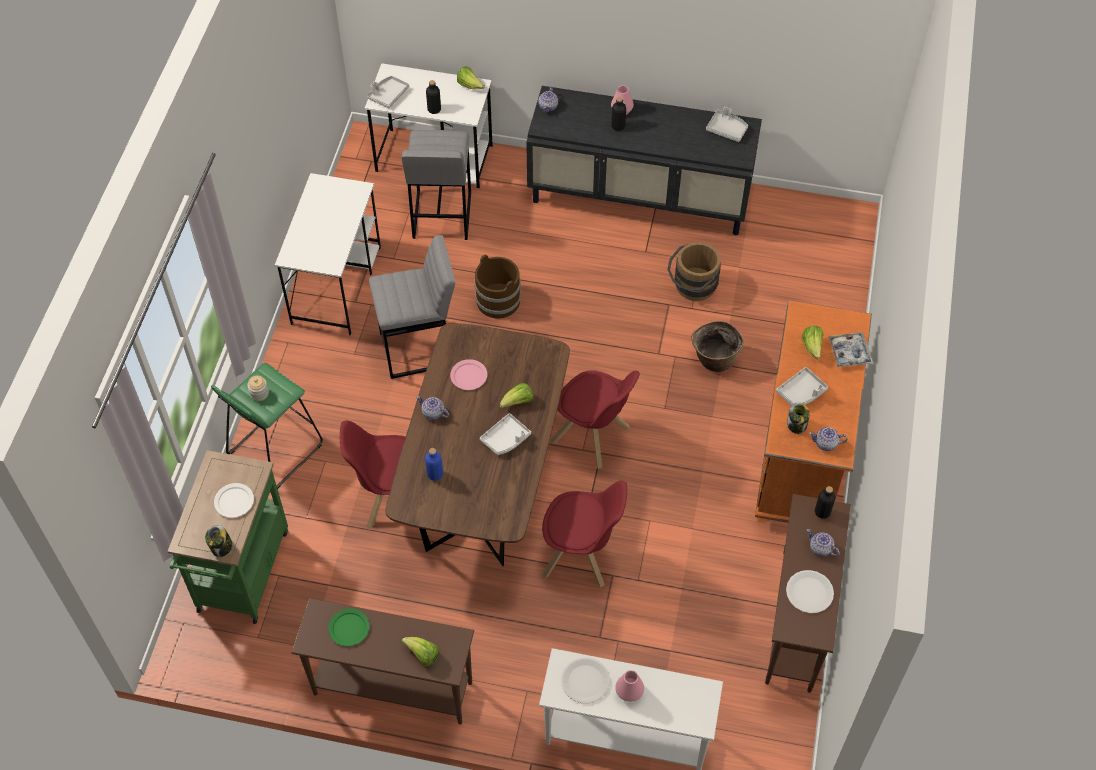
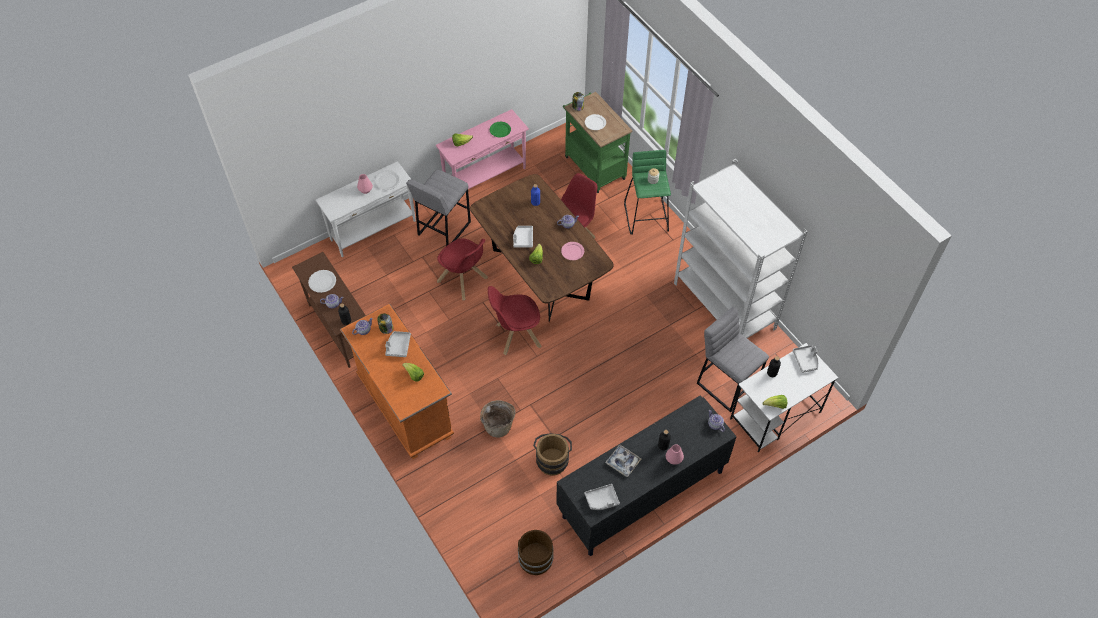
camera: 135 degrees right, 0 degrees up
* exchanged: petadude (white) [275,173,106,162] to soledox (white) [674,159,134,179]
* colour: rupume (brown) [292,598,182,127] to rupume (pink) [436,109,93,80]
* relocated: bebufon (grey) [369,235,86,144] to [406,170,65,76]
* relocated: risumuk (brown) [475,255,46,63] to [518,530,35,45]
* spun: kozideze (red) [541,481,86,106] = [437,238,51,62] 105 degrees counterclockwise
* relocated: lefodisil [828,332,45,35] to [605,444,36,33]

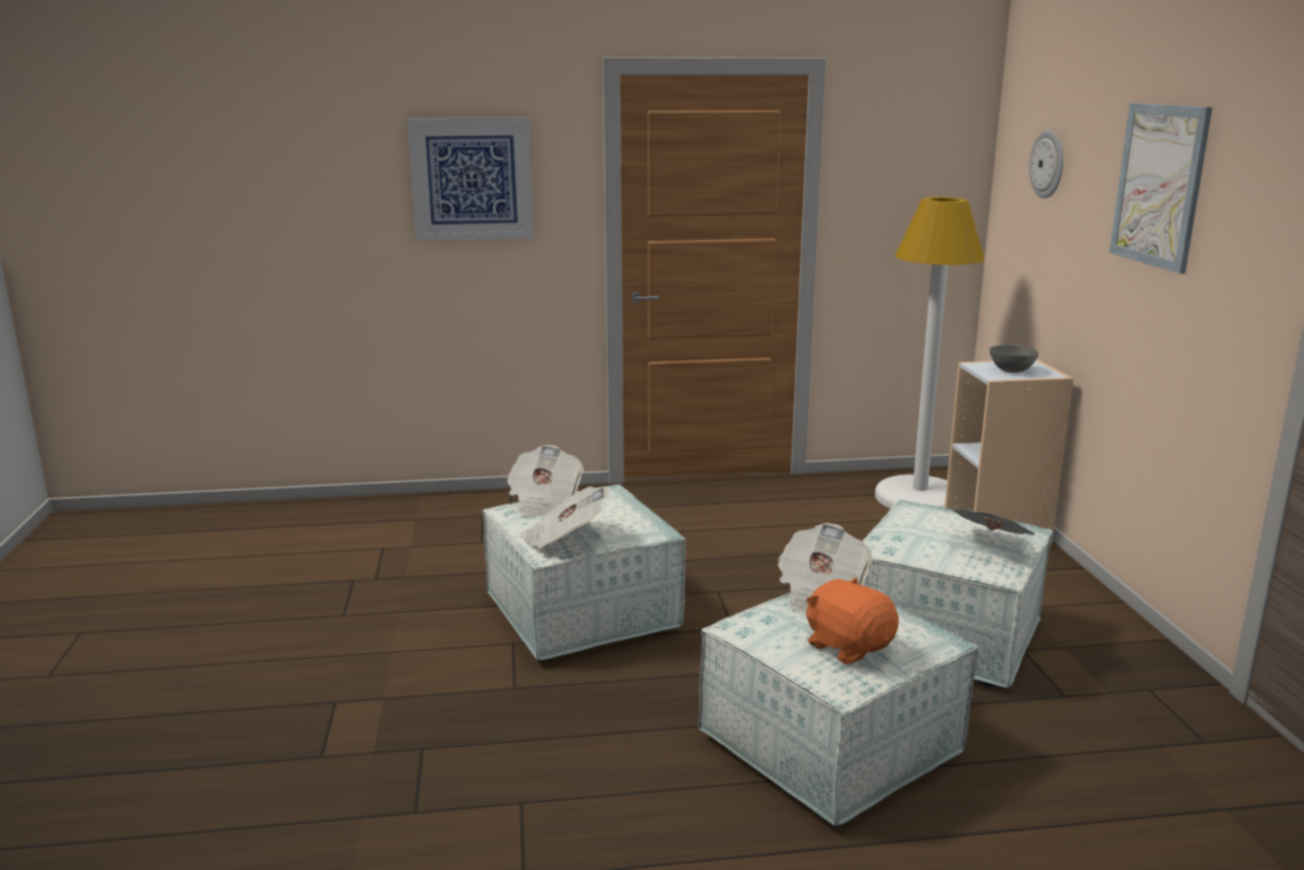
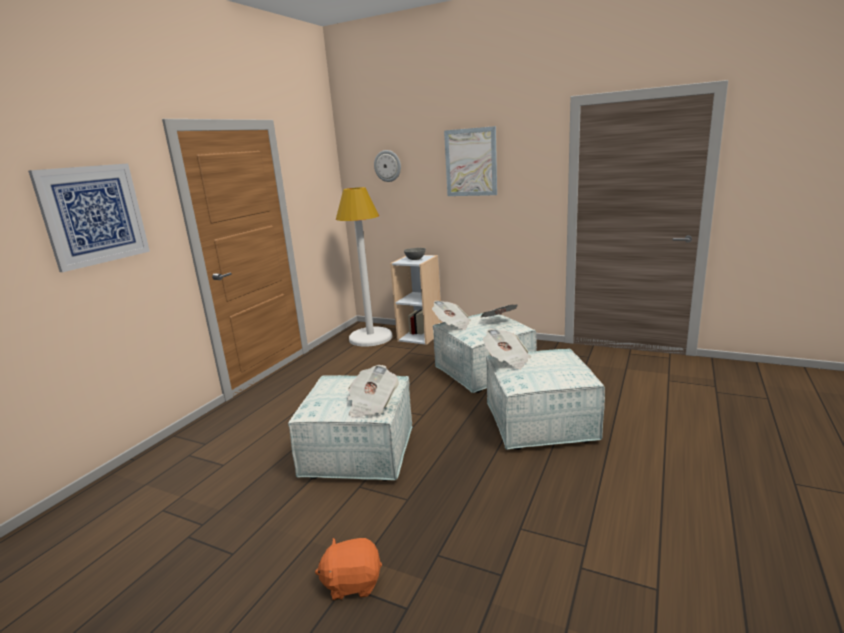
camera: 55 degrees left, 0 degrees up
* relocated: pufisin [507,445,77,71] to [432,301,39,29]
* relocated: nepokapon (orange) [806,577,93,87] to [315,538,67,62]

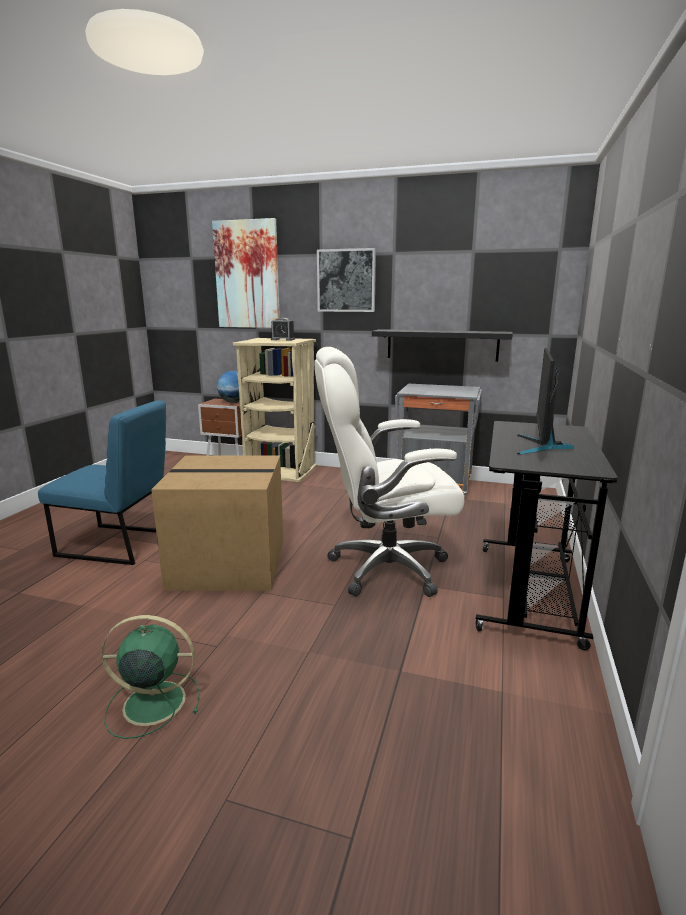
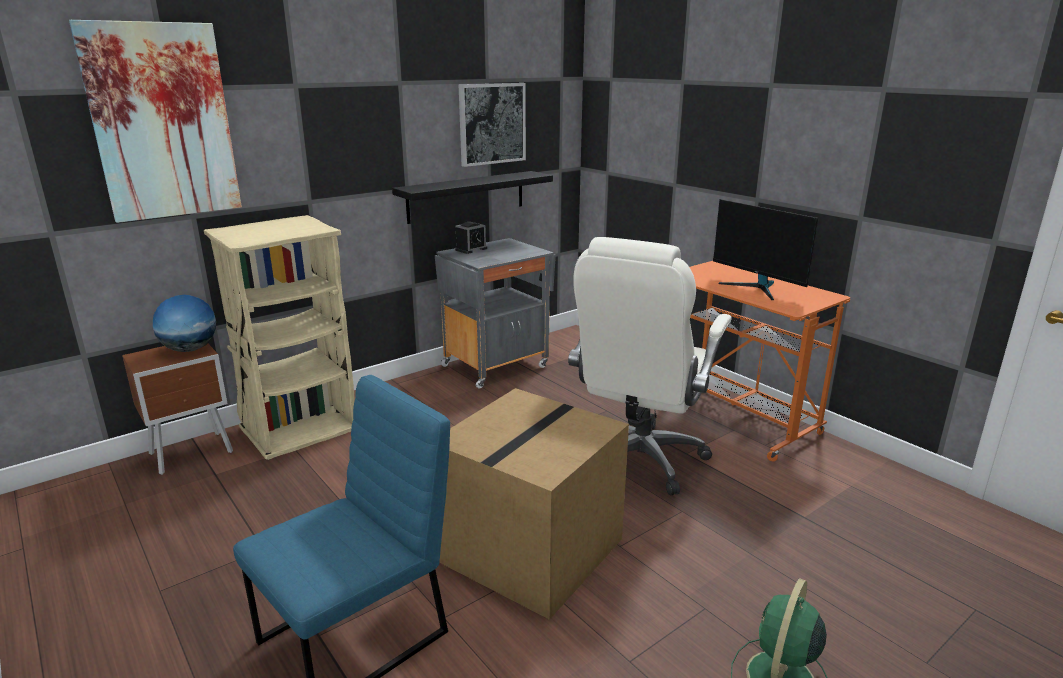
camera: 55 degrees left, 5 degrees up
* relocated: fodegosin [271,318,24,23] to [455,222,32,32]
* relocated: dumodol [317,248,59,64] to [459,83,67,84]
* colour: petadude (black) [476,421,142,229] to petadude (orange) [690,261,160,200]

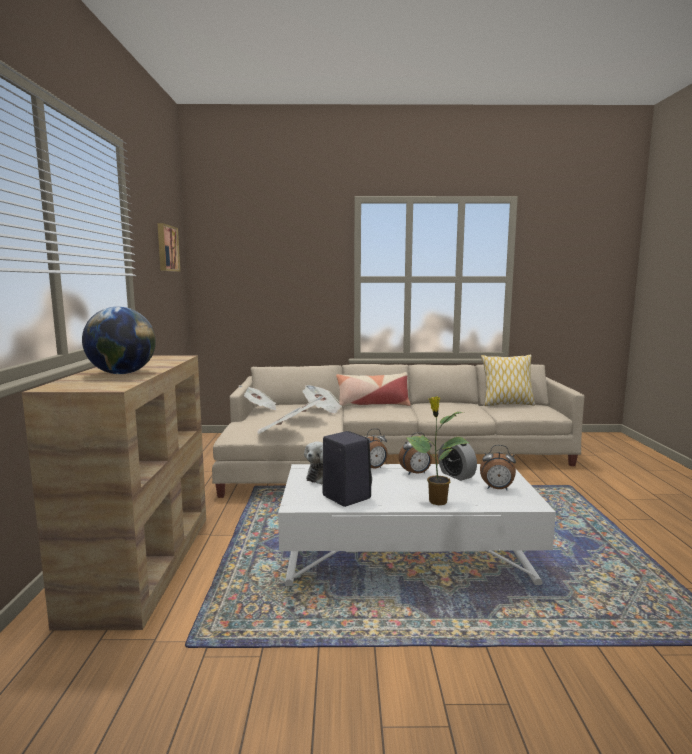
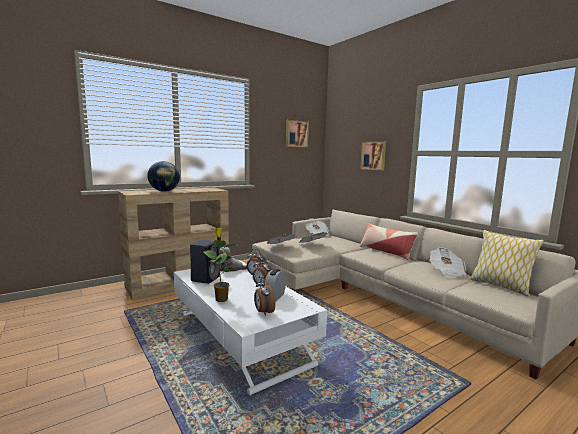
camera: 55 degrees right, 0 degrees up
* relocated: pufisin [303,385,39,29] to [430,247,37,31]
* appeared: dumodol [360,141,26,29]

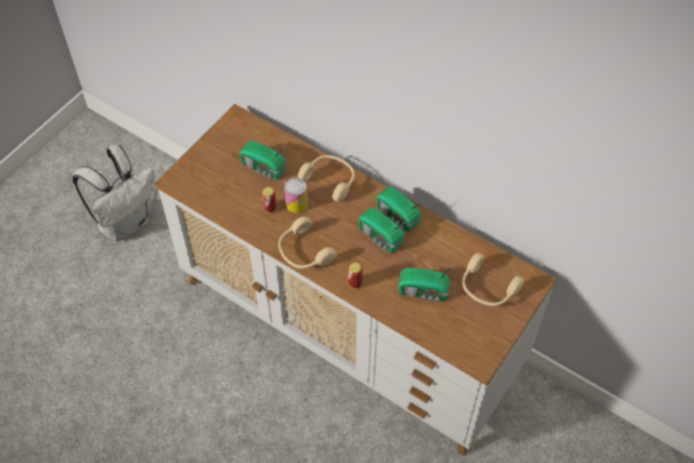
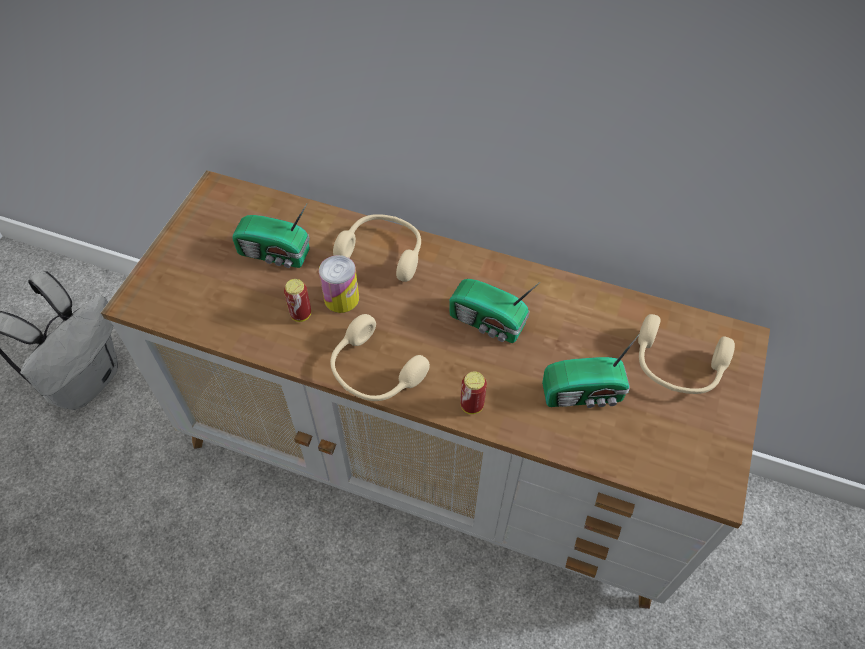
camera: 15 degrees left, 0 degrees up
* missing: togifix [377,187,48,45]

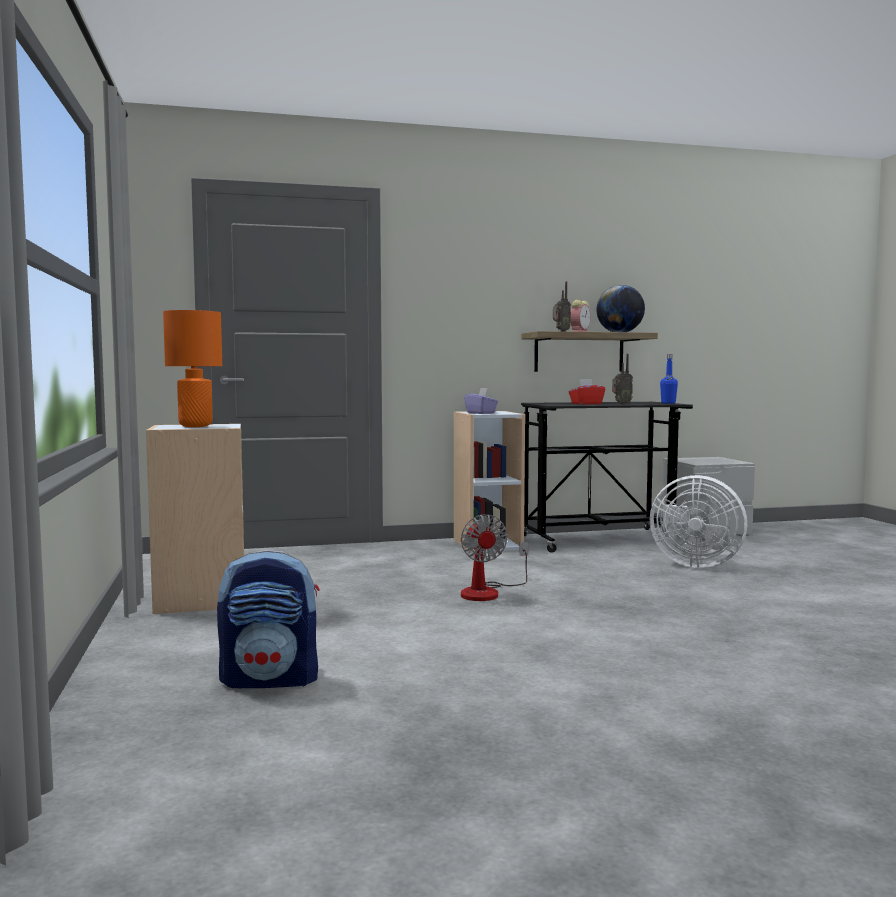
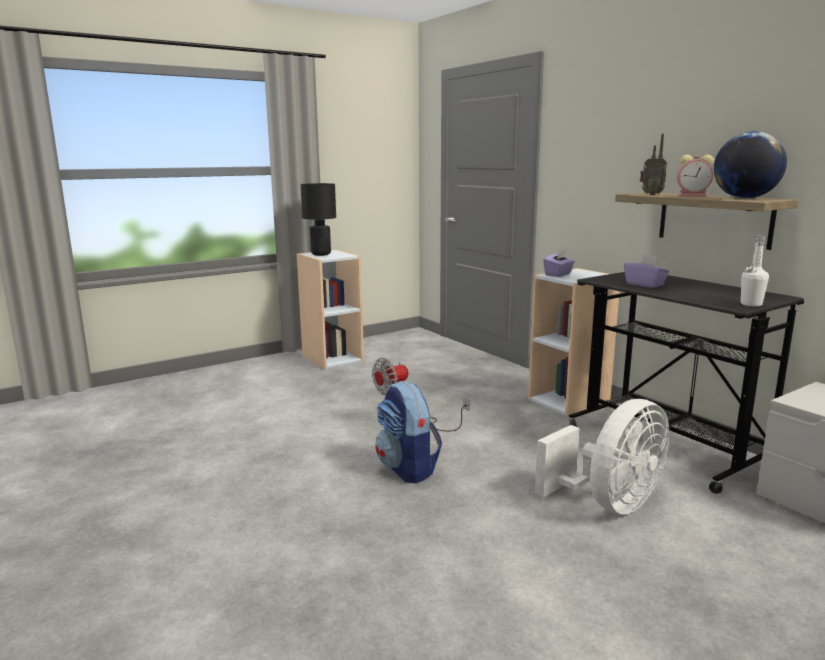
camera: 70 degrees right, 10 degrees up
* colour: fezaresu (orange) [163,310,59,117] to fezaresu (black) [301,183,35,73]
* relocated: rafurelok [217,550,103,138] to [375,381,67,103]
* colour: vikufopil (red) [569,379,36,26] to vikufopil (purple) [624,254,45,34]
* missing: togifix [612,354,21,50]
* spun: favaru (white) [650,475,97,93] = [535,399,134,115] 135 degrees counterclockwise
* colour: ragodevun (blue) [660,354,18,50] to ragodevun (white) [741,235,28,71]

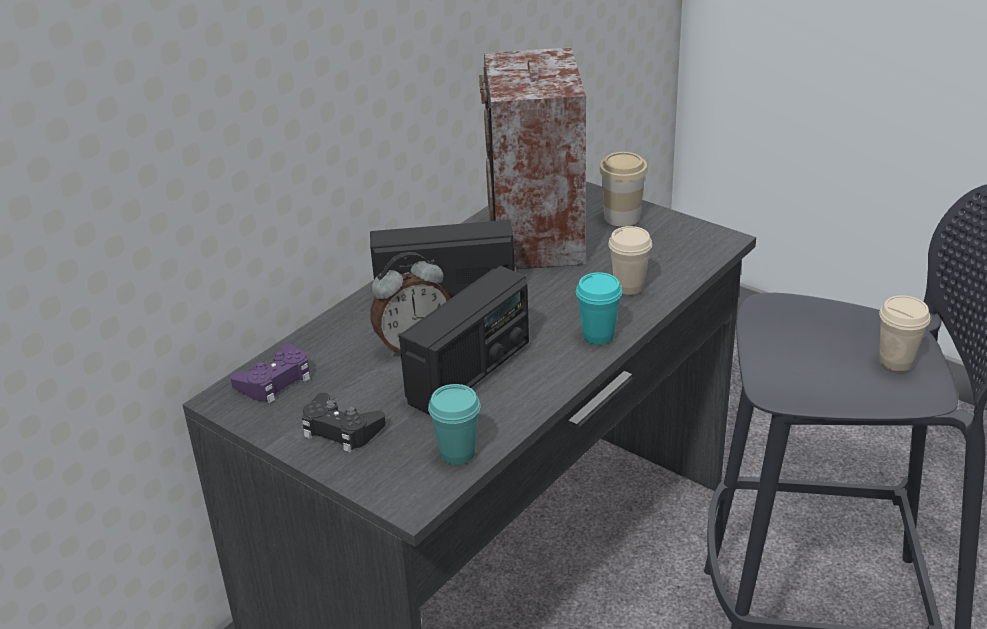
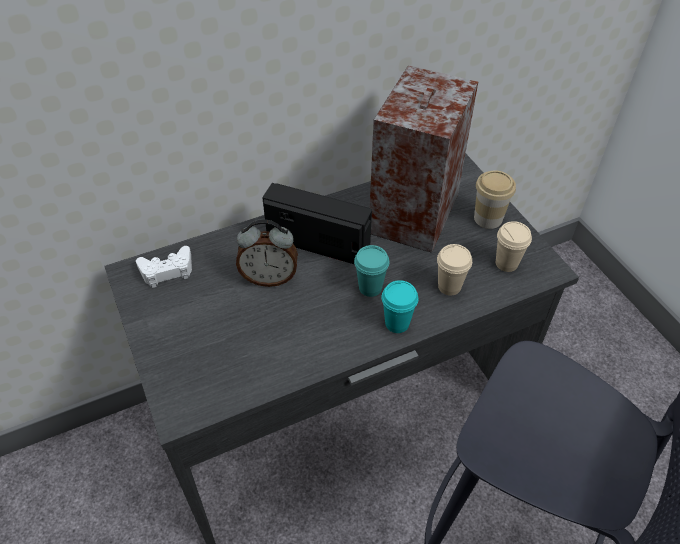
camera: 25 degrees right, 15 degrees up
* colour: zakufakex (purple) [230,343,81,60] to zakufakex (white) [136,246,56,42]
* missing: zakufakex (black) [302,393,84,59]
* missing: togifix [399,266,130,149]
* relocated: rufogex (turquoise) [428,384,52,81] to [354,245,36,52]
* relocated: rufogex (beige) [879,295,51,77] to [496,221,36,51]

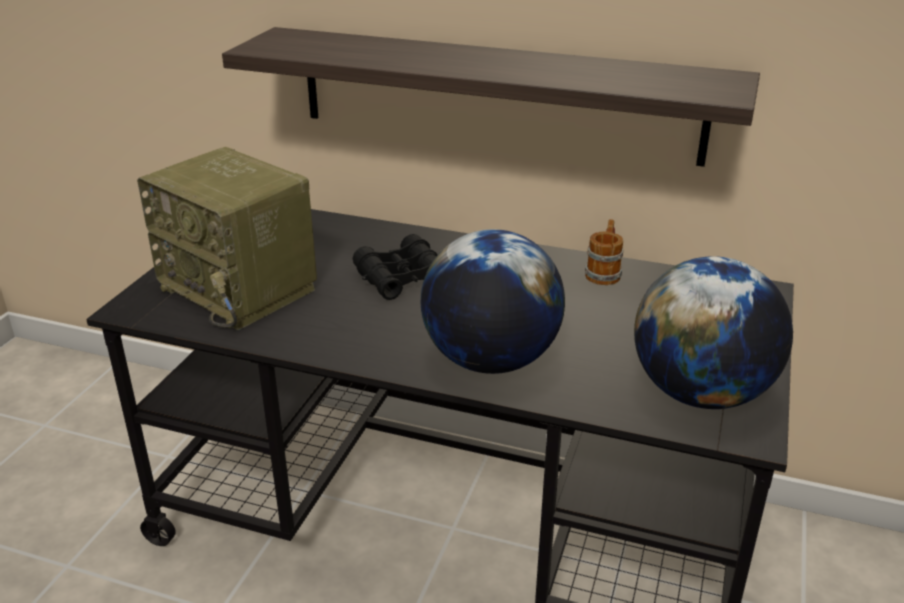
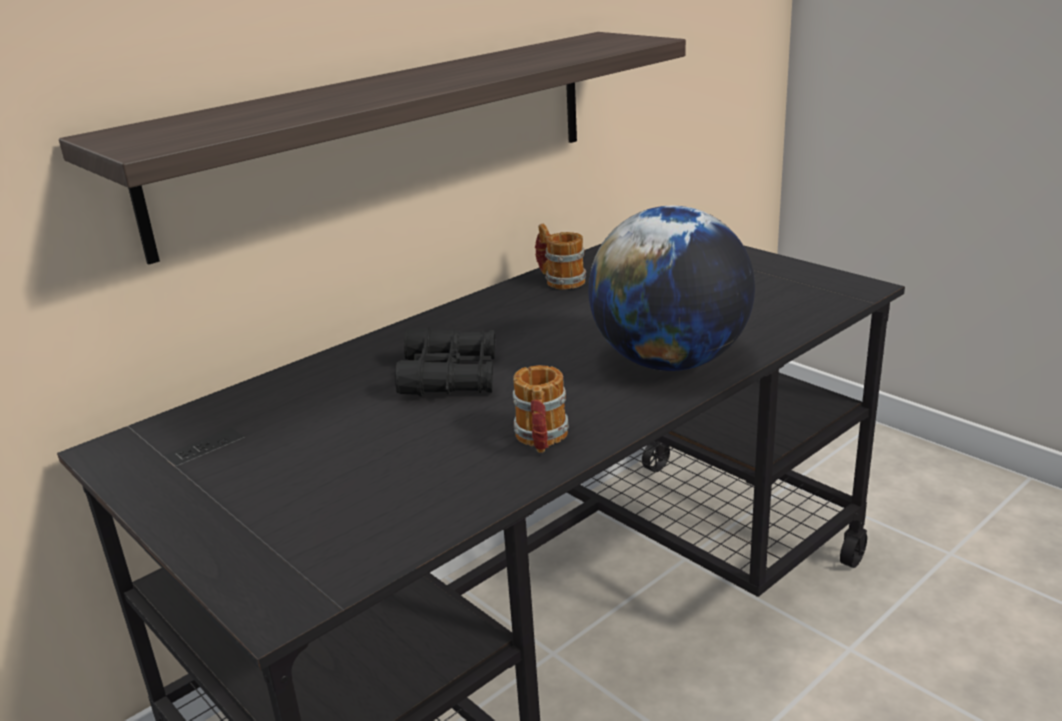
camera: 60 degrees left, 5 degrees down
* missing: togifix [137,147,180,183]
* missing: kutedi [634,256,159,153]
* appeared: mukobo [513,365,56,88]

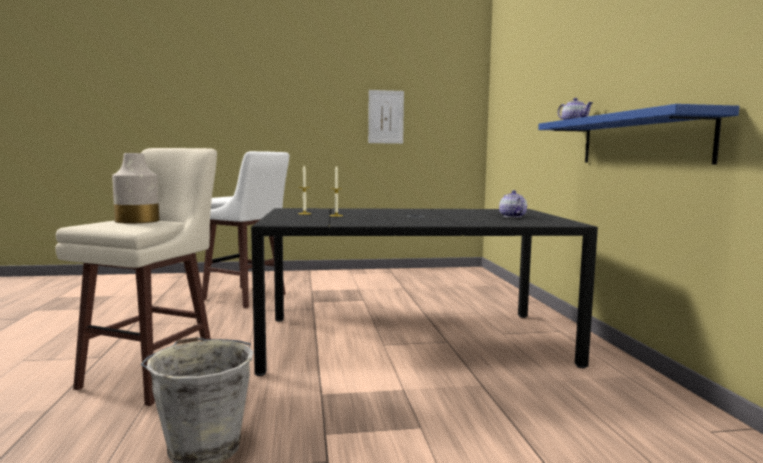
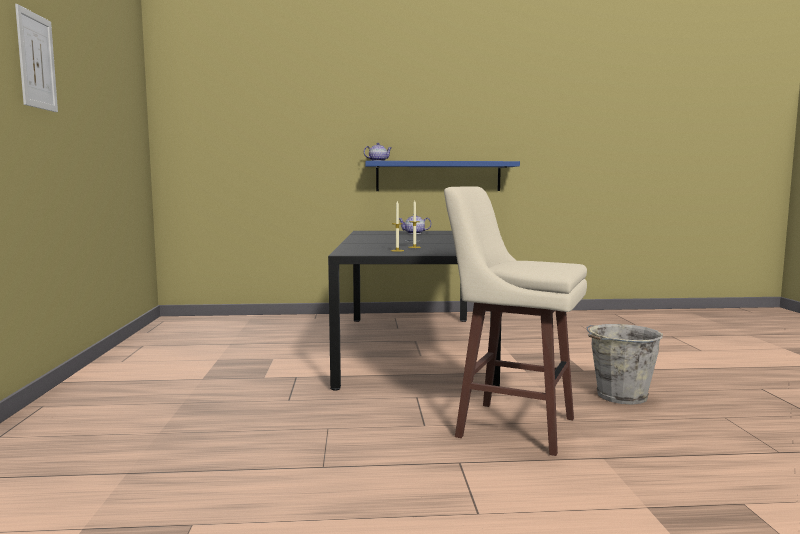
camera: 85 degrees left, 0 degrees up
* missing: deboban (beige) [112,153,48,71]
* missing: bebufon (white) [202,151,88,157]
* relocated: dumodol [368,90,36,54] to [15,4,43,108]

